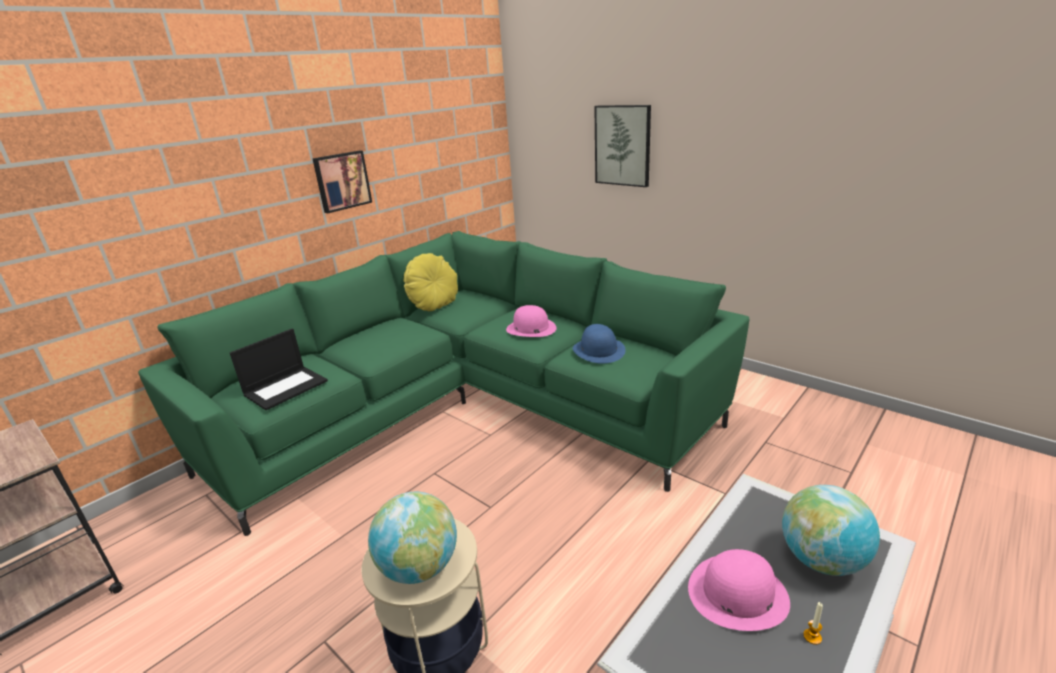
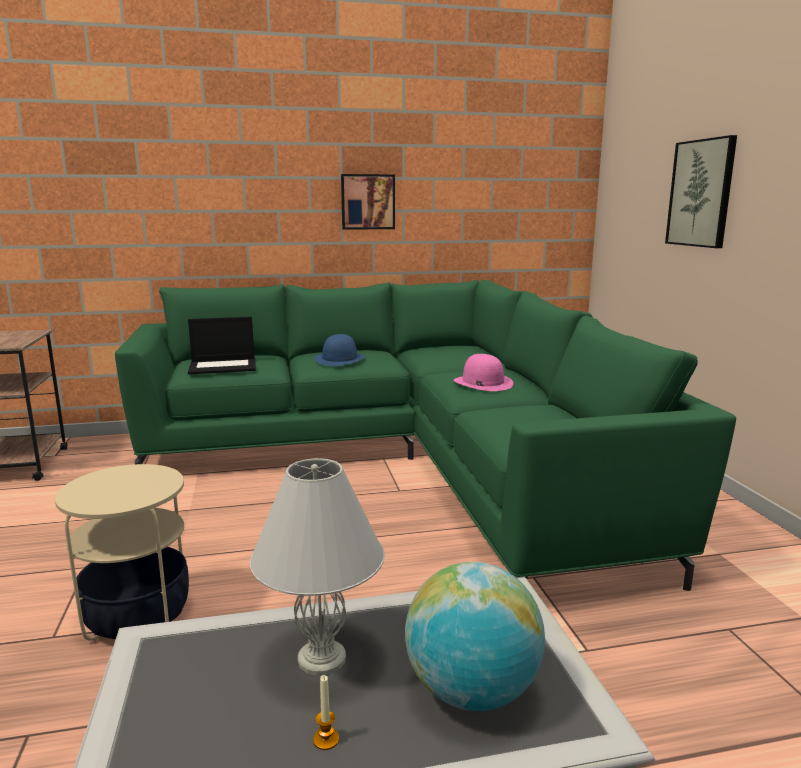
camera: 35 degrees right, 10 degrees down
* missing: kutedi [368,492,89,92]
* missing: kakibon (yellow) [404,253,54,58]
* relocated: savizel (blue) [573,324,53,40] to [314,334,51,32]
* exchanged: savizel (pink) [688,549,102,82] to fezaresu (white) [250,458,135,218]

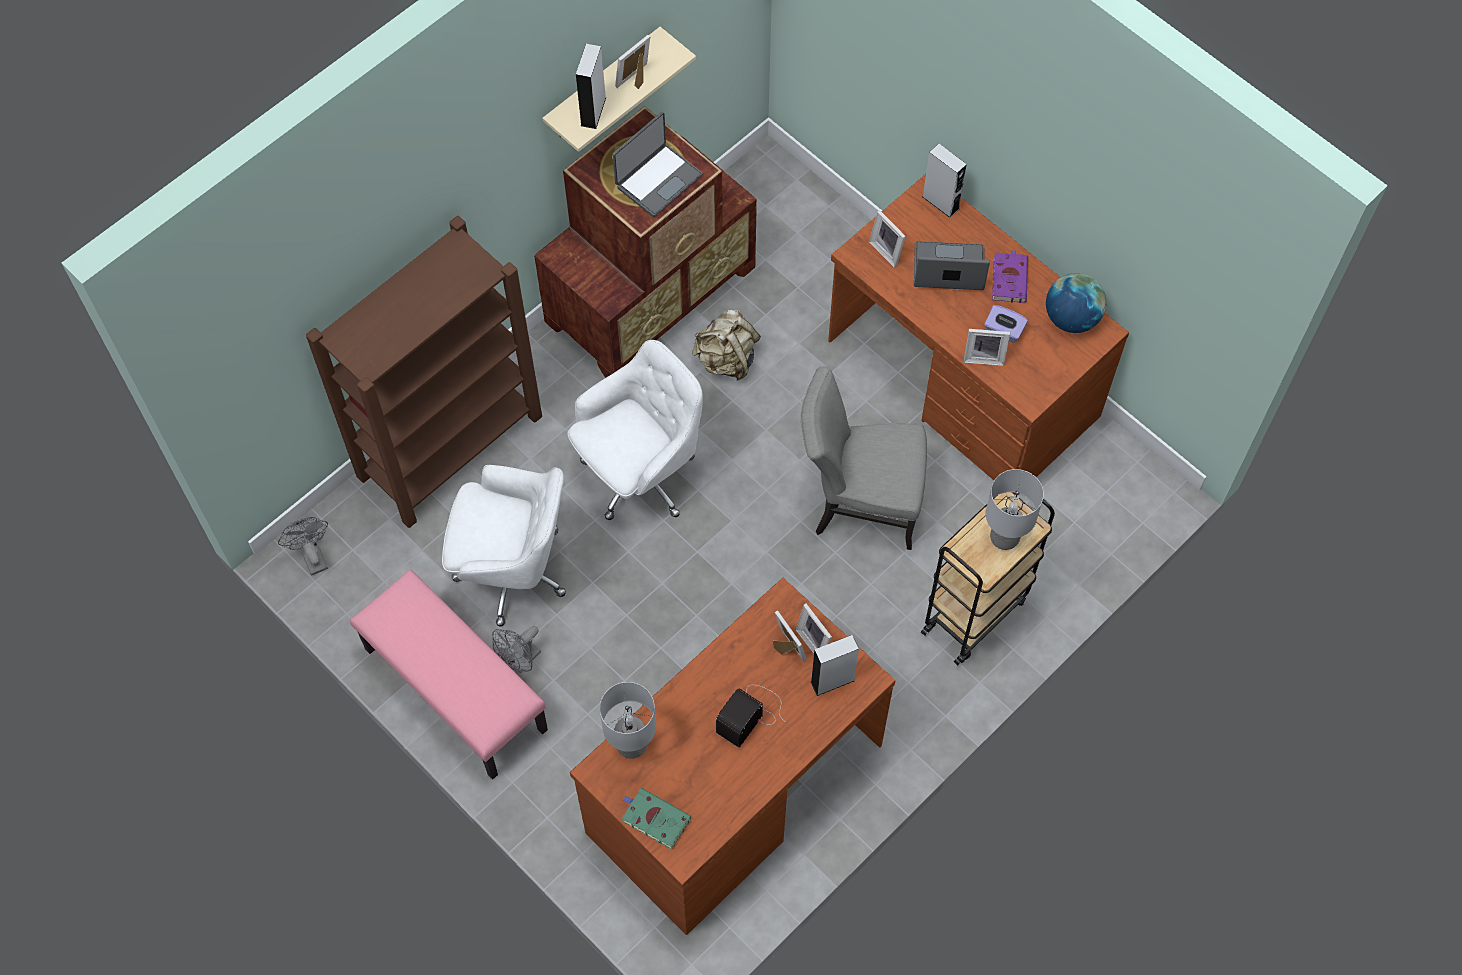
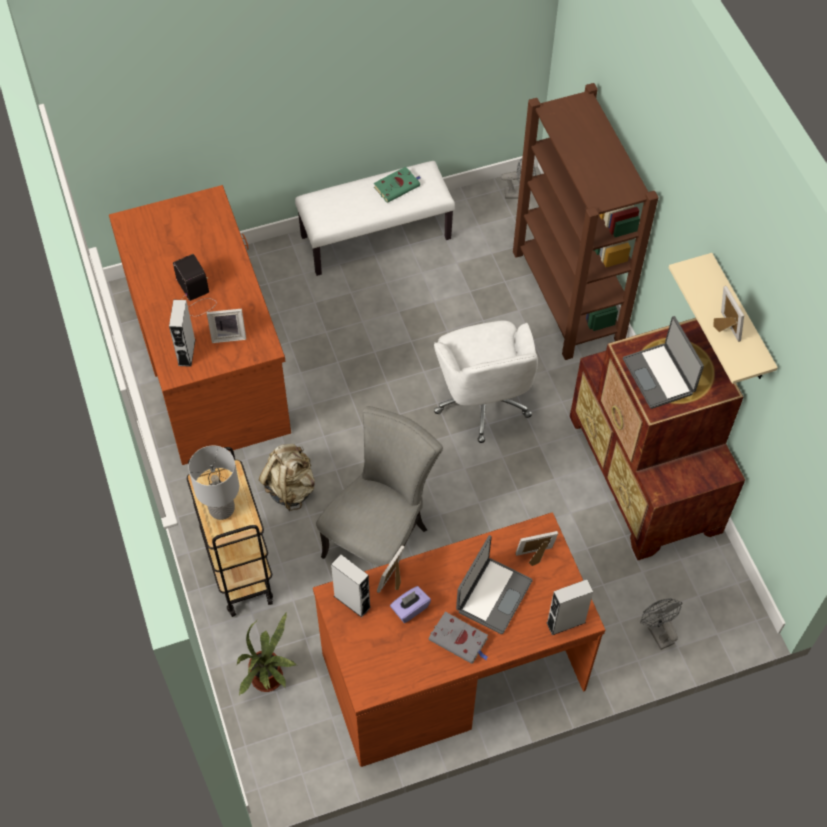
camera: 115 degrees right, 5 degrees down
* colour: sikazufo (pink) [350,570,198,209] to sikazufo (white) [295,161,160,115]
* missing: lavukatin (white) [442,465,124,162]
* relocated: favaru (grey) [492,626,49,47] to [640,598,42,52]
* relocated: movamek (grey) [576,44,30,85] to [331,554,40,64]
* missing: fezaresu (grey) [600,682,56,77]
* relocated: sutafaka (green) [622,788,69,62] to [374,167,46,36]
* relocated: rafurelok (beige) [692,310,69,71] to [259,444,56,67]
* missing: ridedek [795,603,37,50]
* colour: sutafaka (purple) [992,250,36,53] to sutafaka (grey) [429,612,59,52]
* missing: kutedi [1046,273,60,60]
* appeared: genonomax [237,612,60,83]

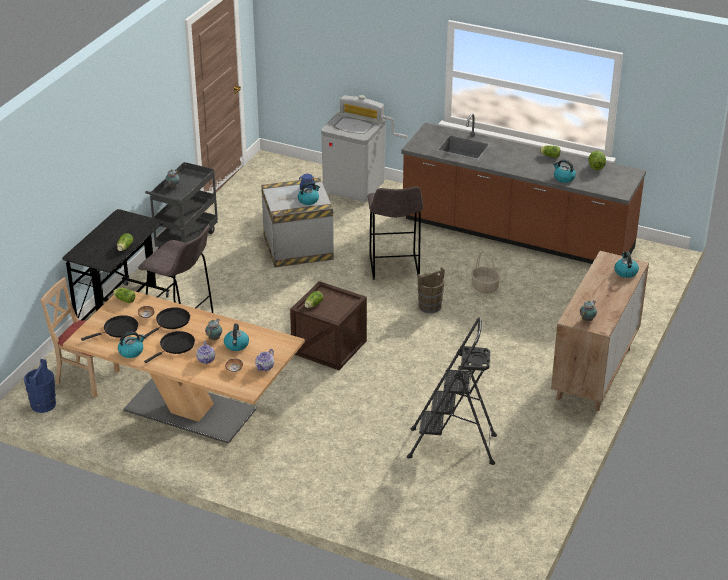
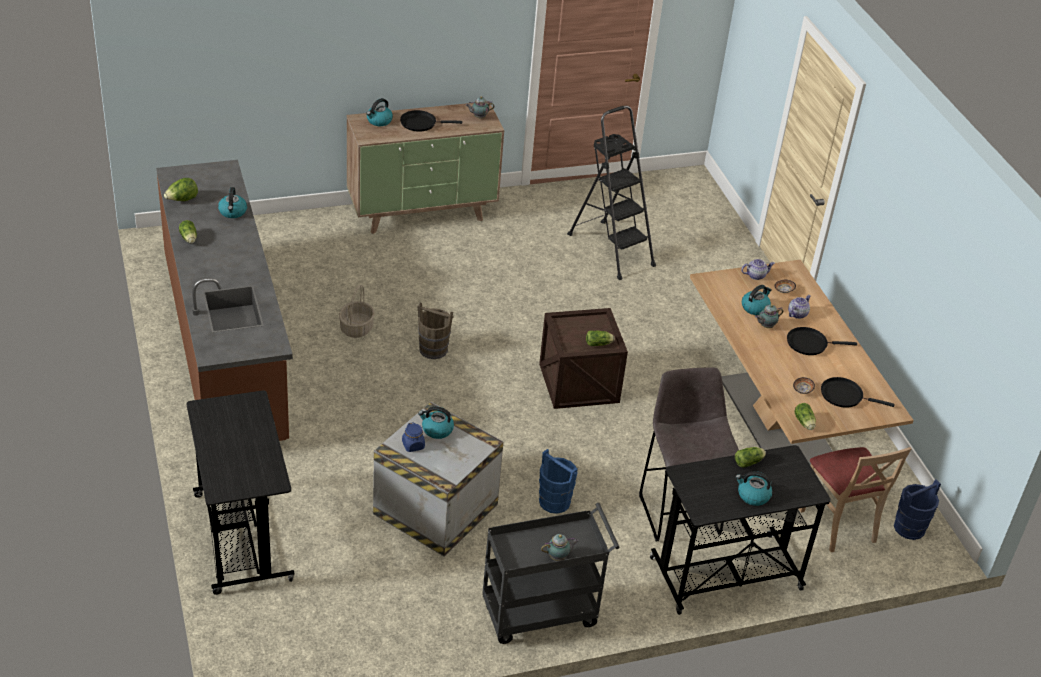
camera: 135 degrees left, 5 degrees up
* relocated: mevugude [118,331,27,27] to [735,471,37,35]
* relocated: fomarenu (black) [144,307,46,32] to [400,110,62,22]
* exchanged: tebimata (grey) [321,95,87,107] to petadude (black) [187,391,108,204]
* missing: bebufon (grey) [367,187,56,93]
* appeared: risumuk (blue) [539,449,39,65]

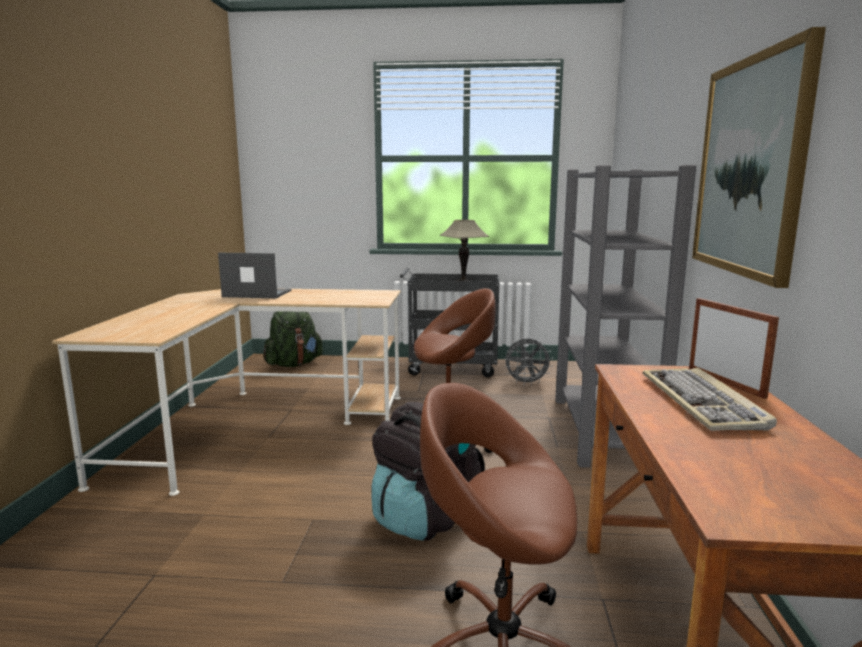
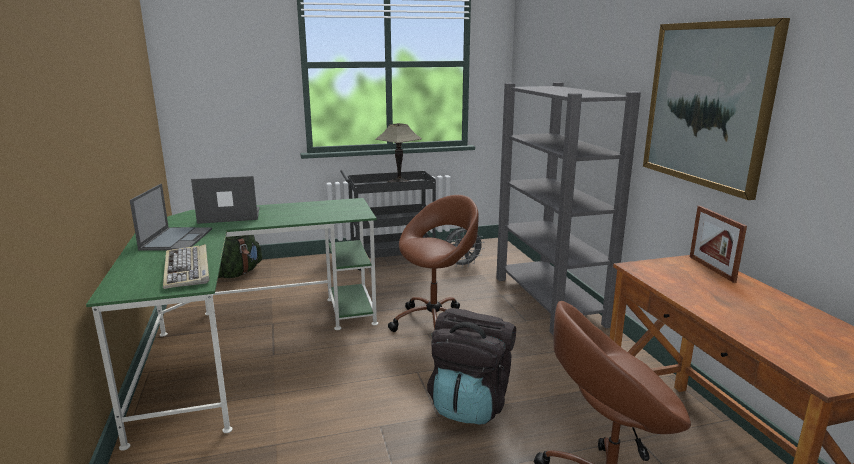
camera: 20 degrees left, 5 degrees up
* colour: petadude (beige) [52,289,349,207] to petadude (green) [86,198,292,253]
* relocated: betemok [643,368,134,63] to [163,244,46,45]
* spun: ridedek [689,298,90,101] = [690,206,57,77] 150 degrees counterclockwise
* appeared: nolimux [130,184,82,66]

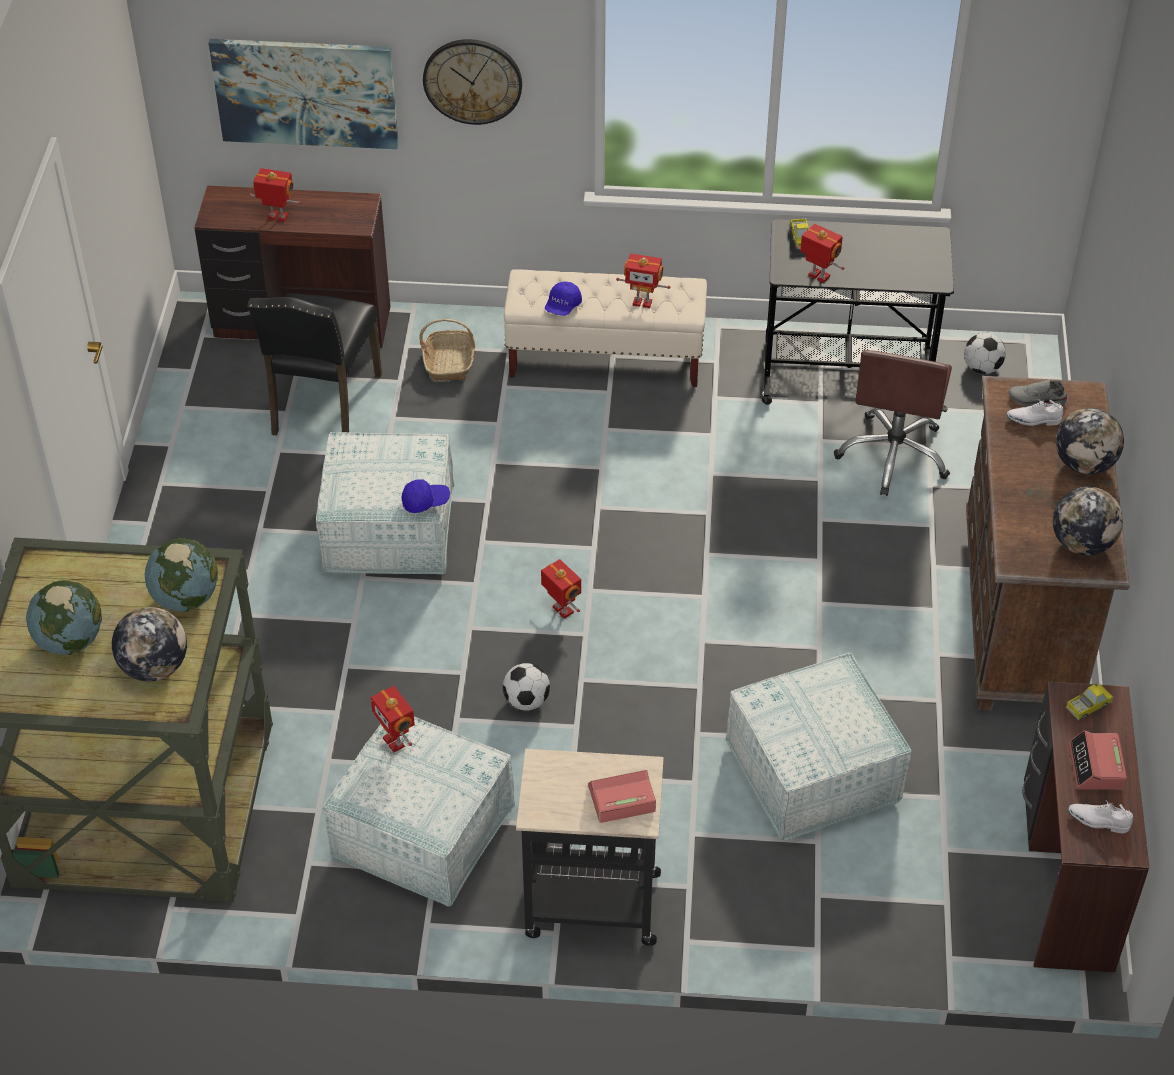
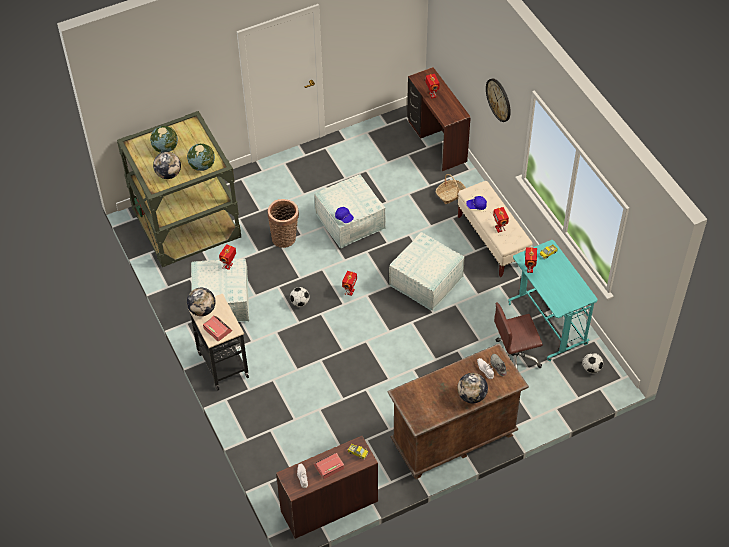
camera: 60 degrees right, 5 degrees up
* missing: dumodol [209,39,189,110]
* missing: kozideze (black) [247,293,135,143]
* relocated: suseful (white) [726,652,186,189] to [389,232,76,78]
* colour: petadude (black) [761,219,193,186] to petadude (turquoise) [508,240,90,121]
* relocated: kutedi [1053,487,70,69] to [187,288,29,28]
* appeared: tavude [267,199,32,49]

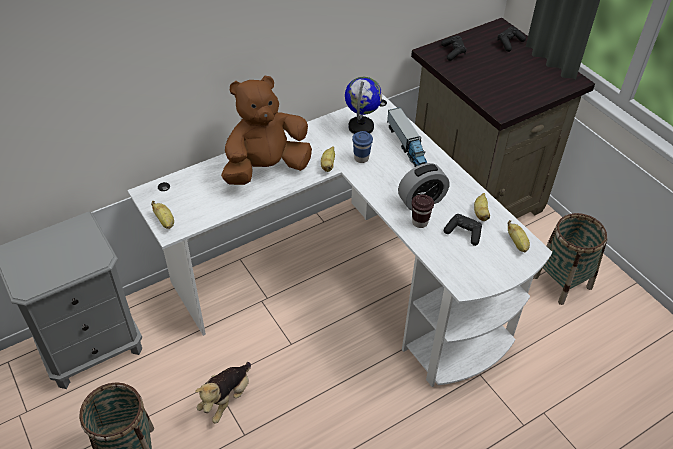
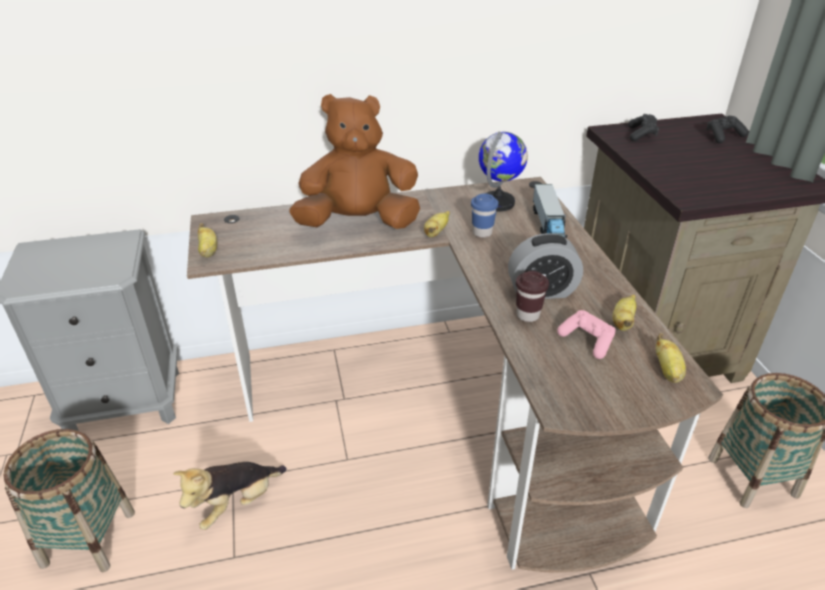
camera: 20 degrees right, 10 degrees down
* colour: petadude (white) [127,94,425,293] to petadude (brown) [187,177,536,396]
* colour: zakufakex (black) [444,214,38,32] to zakufakex (pink) [557,310,59,49]

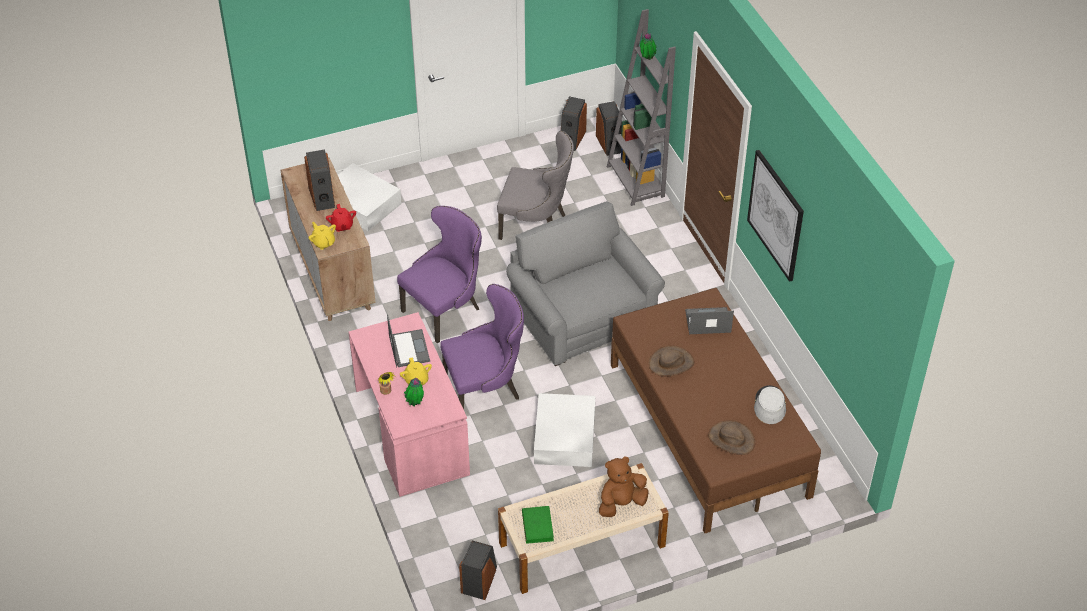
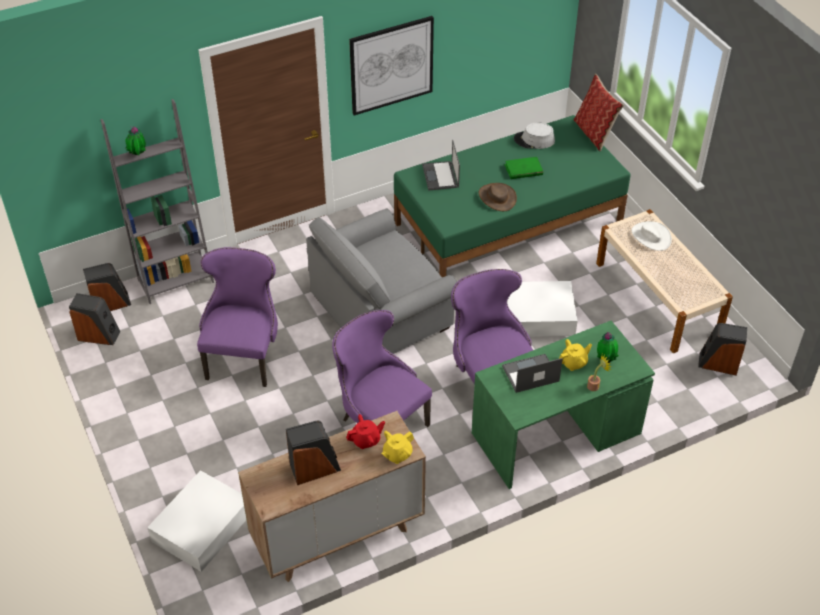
camera: 95 degrees left, 0 degrees up
* colour: petadude (pink) [348,312,122,185] to petadude (green) [472,321,183,168]
* colour: kozideze (grey) [497,131,77,109] to kozideze (purple) [197,247,81,140]
* relocated: sutafaka (green) [522,506,32,38] to [504,157,39,22]
* exchanged: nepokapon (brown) [599,457,50,60] to savizel (white) [632,221,40,30]
* colour: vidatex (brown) [611,288,210,245] to vidatex (green) [394,115,237,162]
* missing: savizel (brown) [708,420,47,35]
* appeared: kakibon [574,74,50,78]

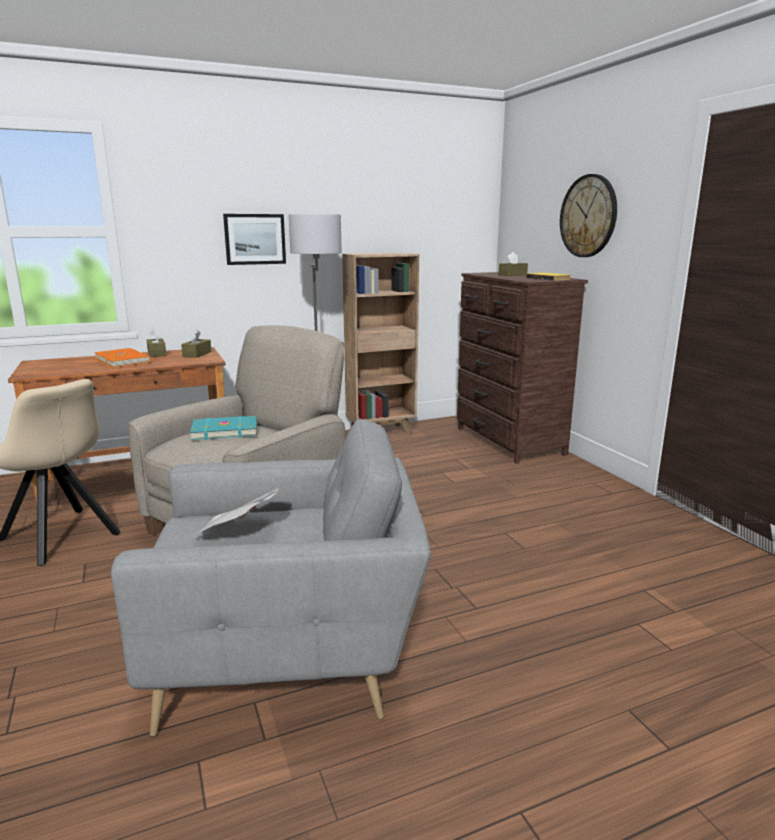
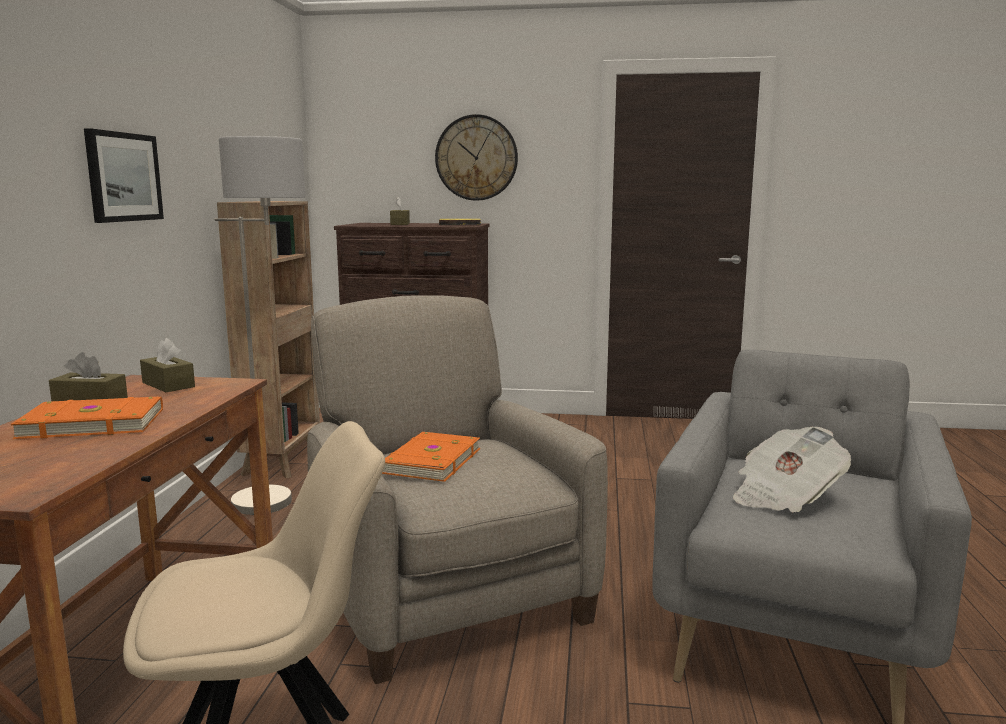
camera: 60 degrees left, 5 degrees down
* colour: sutafaka (turquoise) [190,416,67,24] to sutafaka (orange) [382,432,98,50]

